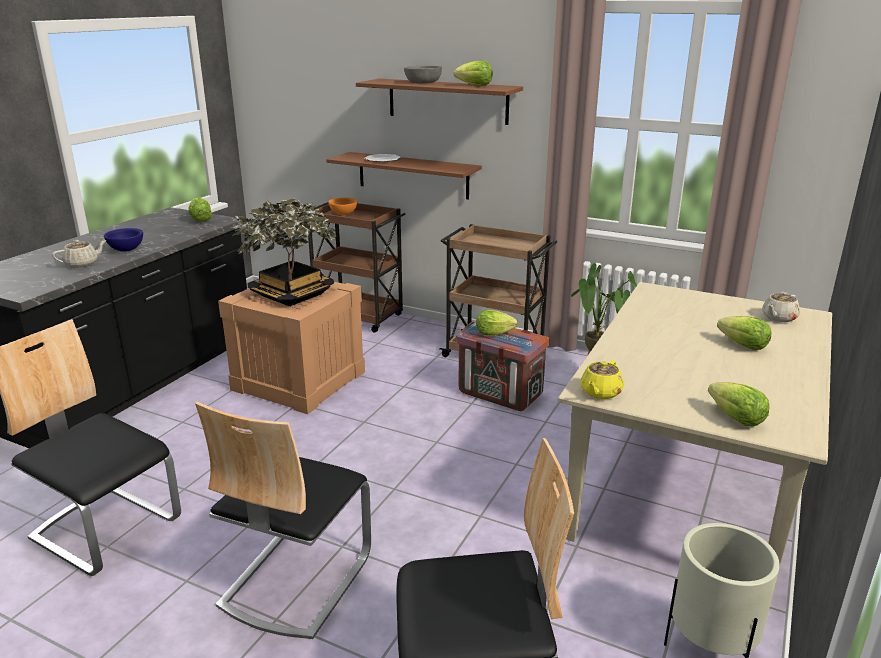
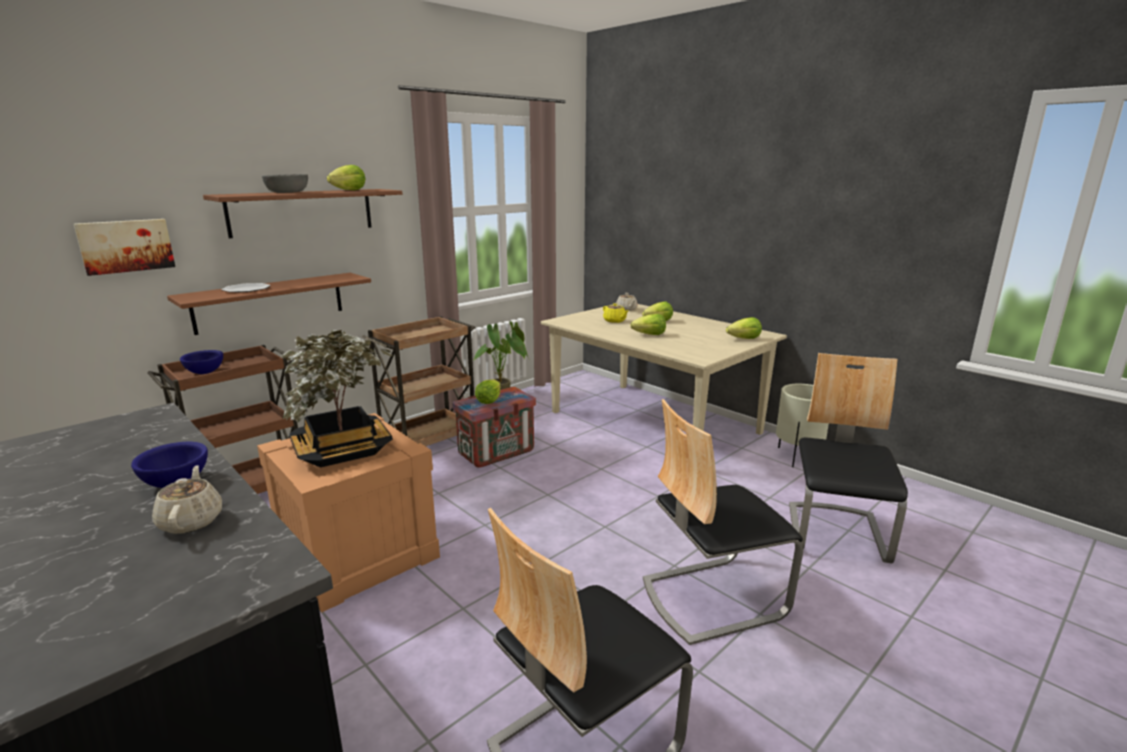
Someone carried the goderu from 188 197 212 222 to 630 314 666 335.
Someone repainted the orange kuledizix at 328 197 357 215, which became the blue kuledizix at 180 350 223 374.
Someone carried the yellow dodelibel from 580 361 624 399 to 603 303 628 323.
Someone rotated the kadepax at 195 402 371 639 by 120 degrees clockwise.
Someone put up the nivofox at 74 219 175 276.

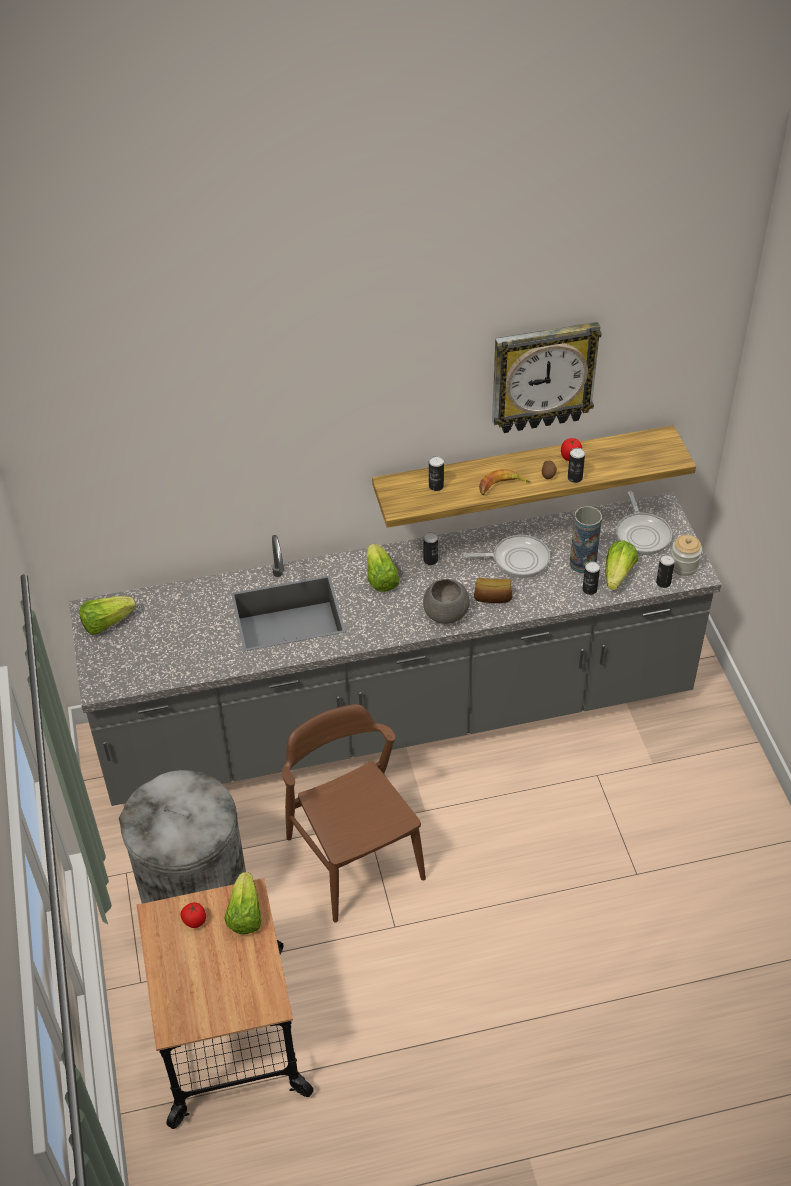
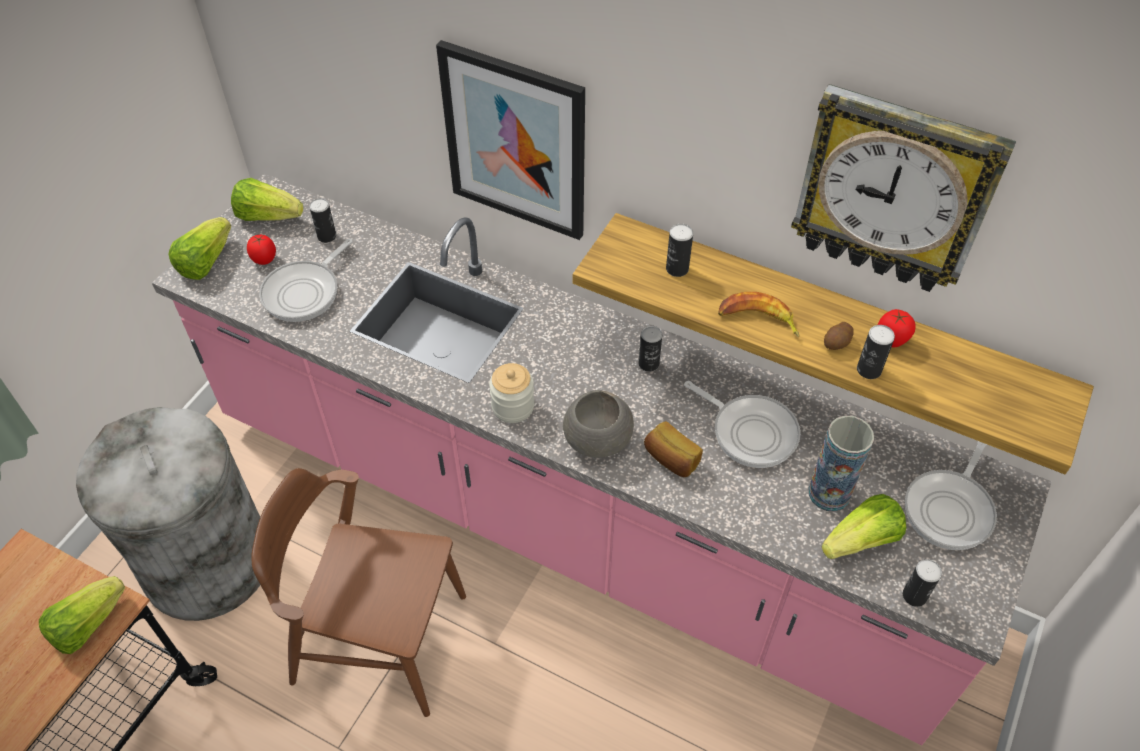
Someone repainted the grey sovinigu at 69 493 722 806, which became the pink sovinigu at 152 174 1052 745.
Someone carried the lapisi from 671 535 702 576 to 489 363 534 423.
Someone carried the goderu from 366 544 399 592 to 168 217 232 280.
Someone carried the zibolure from 583 561 600 595 to 309 198 336 243.
Someone rotated the brown kadepax at 282 704 426 923 by 90 degrees counterclockwise.
Someone carried the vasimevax from 180 902 206 928 to 247 235 276 265.
Someone put up the nivofox at 436 40 585 240.
Someone put down the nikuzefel at 259 239 353 322.

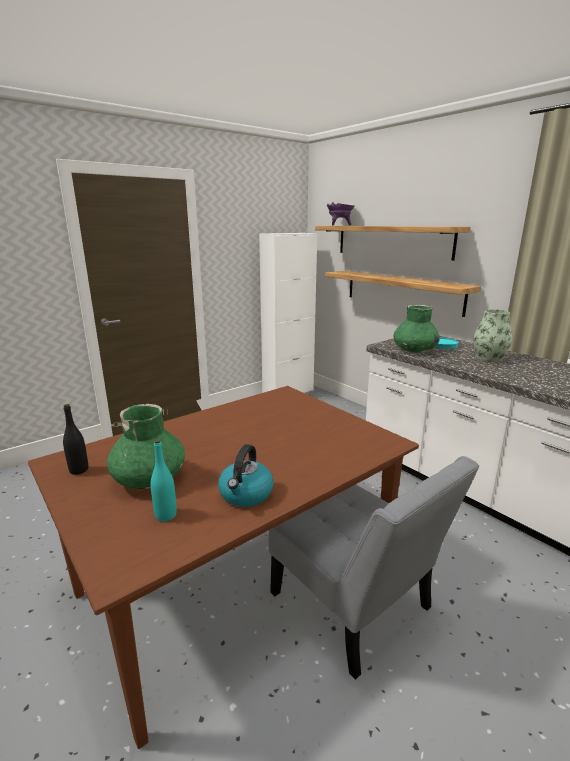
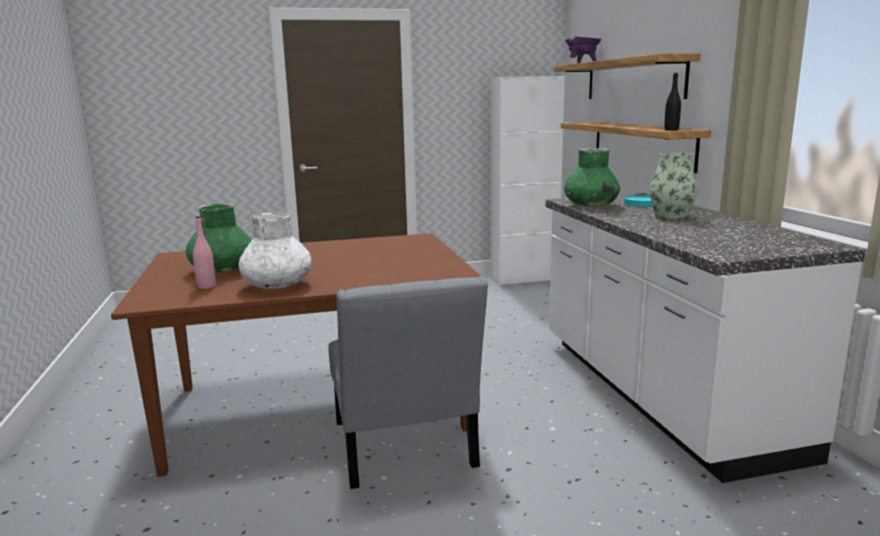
Someone carried the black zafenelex from 63 404 88 475 to 664 73 681 131.
Someone repainted the turquoise zafenelex at 151 439 177 522, which became the pink zafenelex at 193 216 216 289.
Someone swapped the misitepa at 218 444 274 507 for the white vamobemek at 238 212 312 289.

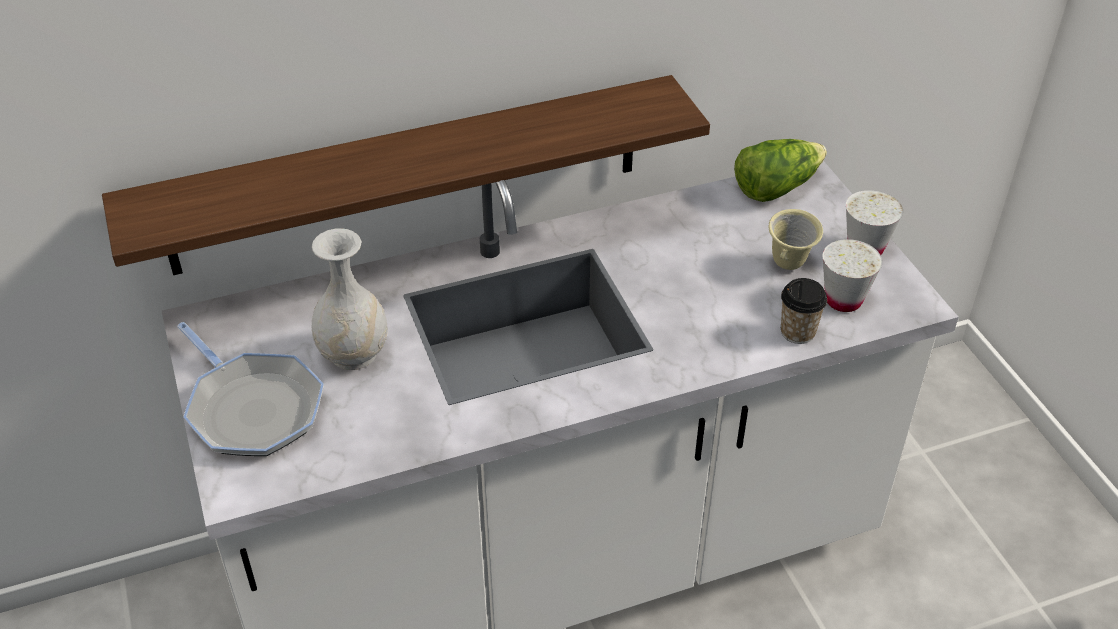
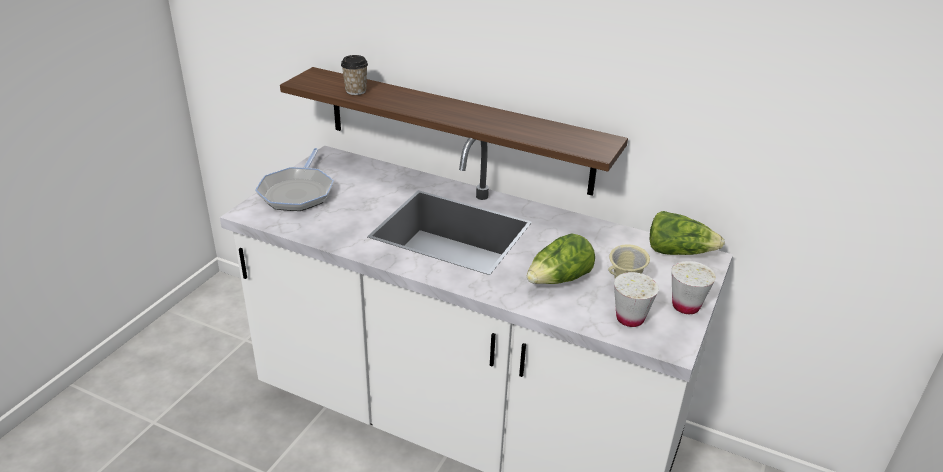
Someone took away the white vamobemek at 312 228 388 370.
Someone carried the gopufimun from 781 278 827 344 to 341 55 368 95.
Someone put down the goderu at 527 233 595 284.

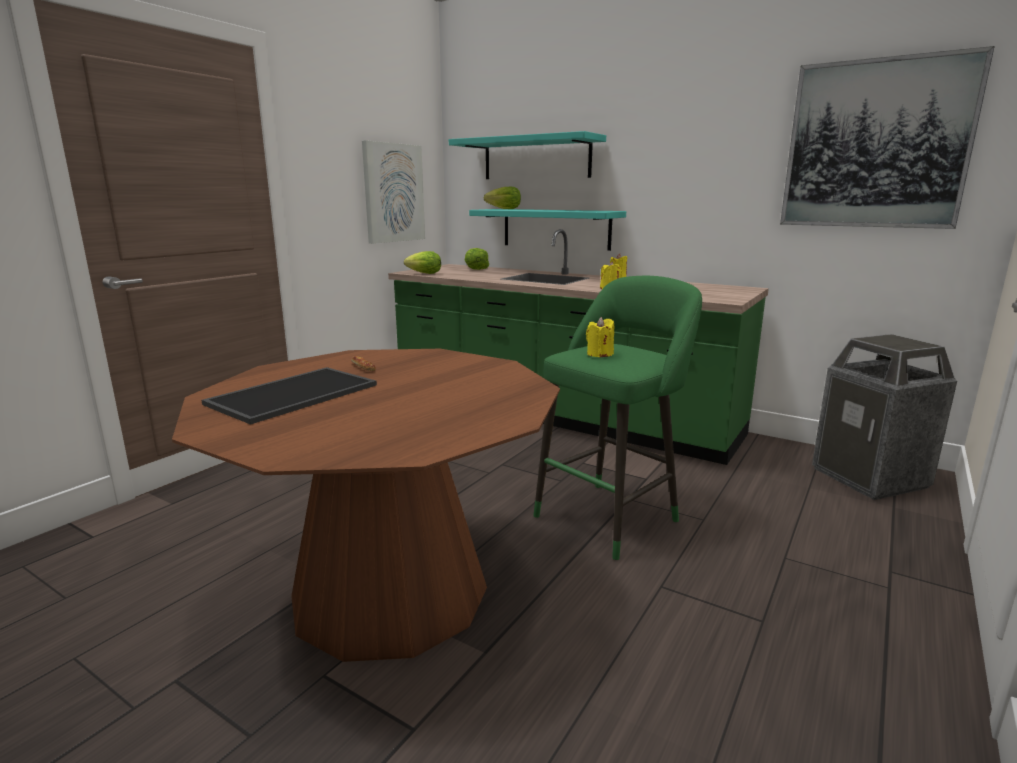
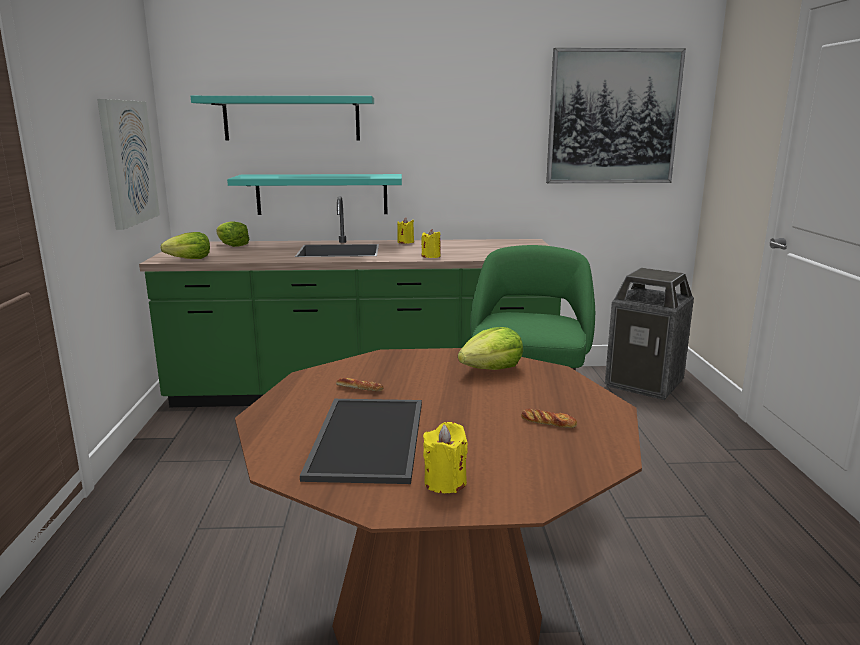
Someone carried the goderu from 484 187 521 209 to 458 327 523 370.
Someone carried the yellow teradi from 586 317 614 357 to 423 422 468 493.
Someone put down the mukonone at 521 408 577 428.

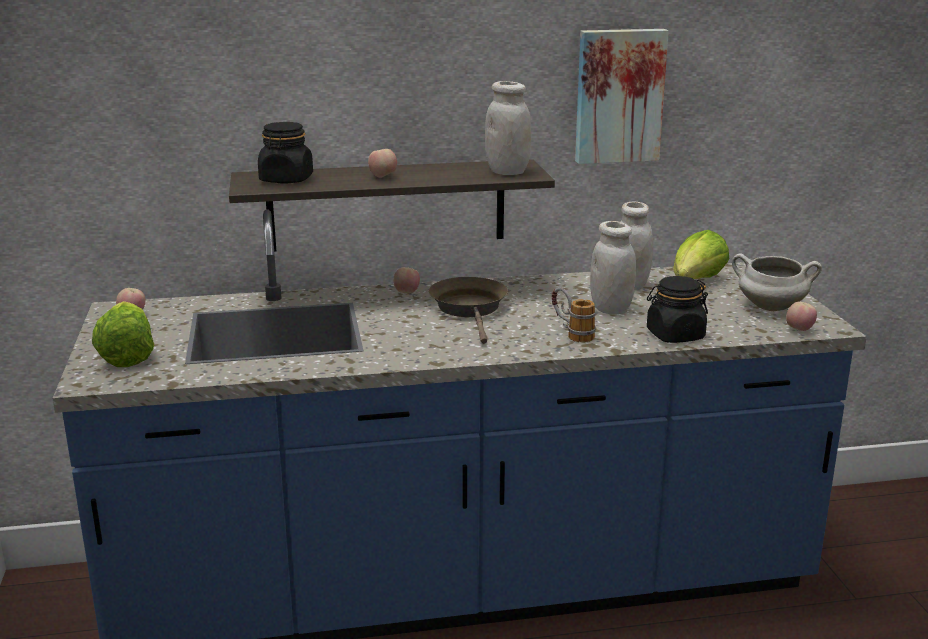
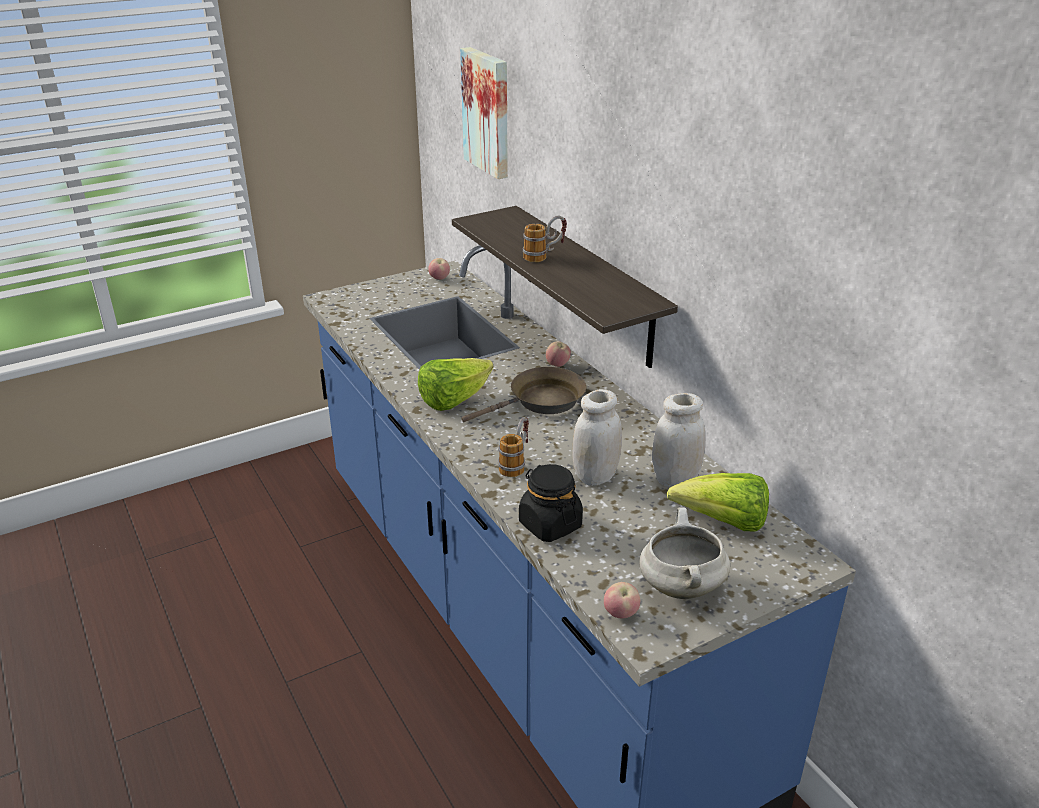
Someone carried the nivofox from 575 29 669 164 to 460 47 508 179.
Someone took away the white lapisi at 485 81 531 175.
Someone took away the black lapisi at 258 122 313 184.
Someone swapped the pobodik at 368 149 397 178 for the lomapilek at 523 216 567 262.
Someone carried the goderu from 92 301 154 367 to 418 358 493 411.

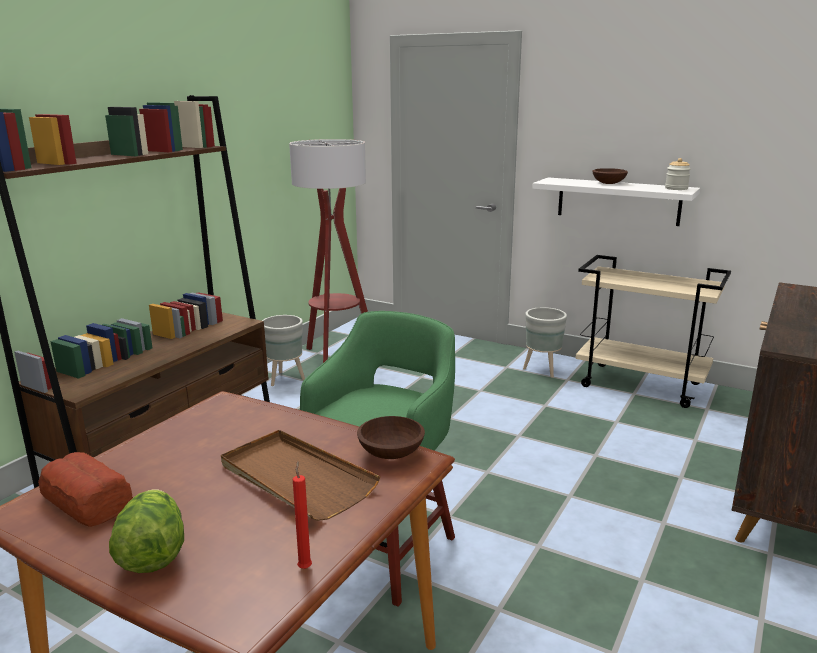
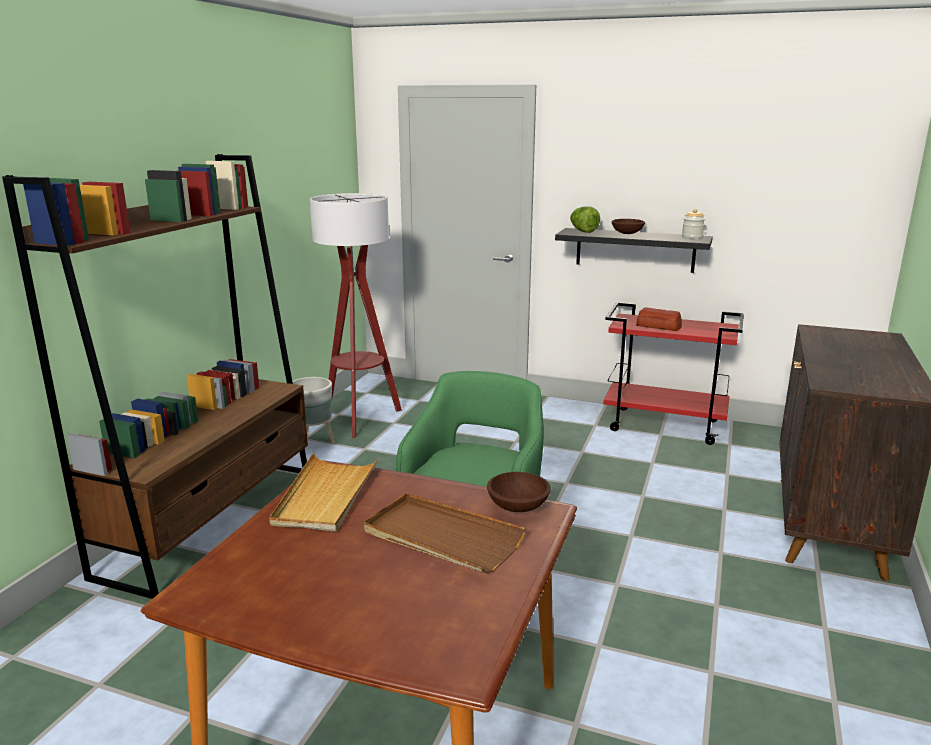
Someone repainted the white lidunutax at 532 177 700 226, which became the black lidunutax at 555 228 713 273.
Someone repainted the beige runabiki at 575 255 731 408, which became the red runabiki at 604 302 744 445.
Someone took away the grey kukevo at 523 307 567 378.
Someone carried the mukonone from 38 452 133 527 to 636 307 682 331.
Someone took away the red teradi at 293 461 312 569.
Someone carried the goderu from 109 489 184 573 to 570 206 600 233.
Someone put down the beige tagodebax at 269 453 379 532.

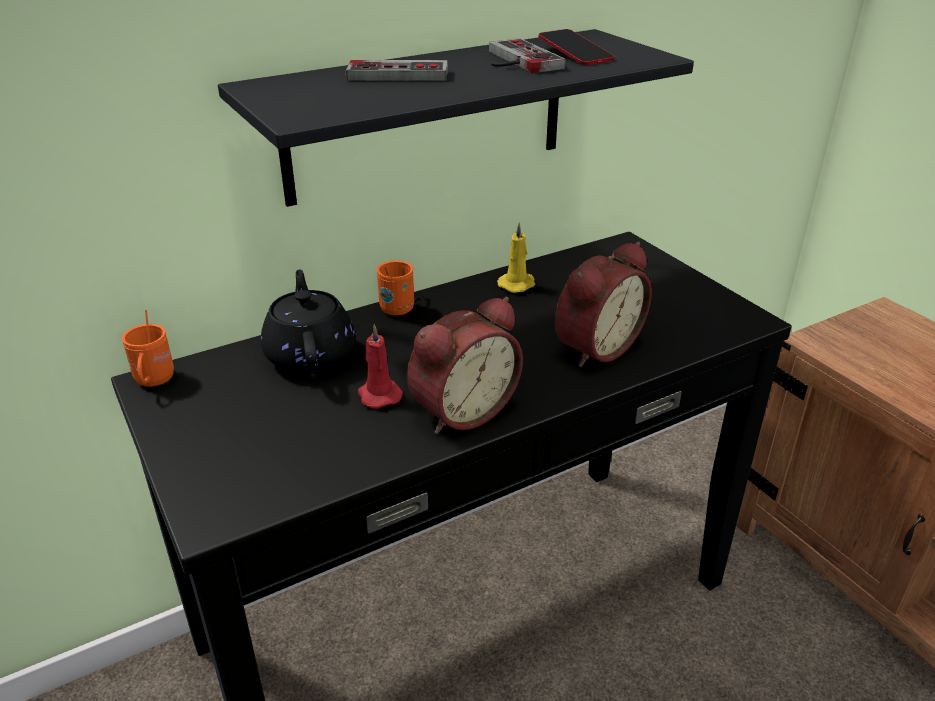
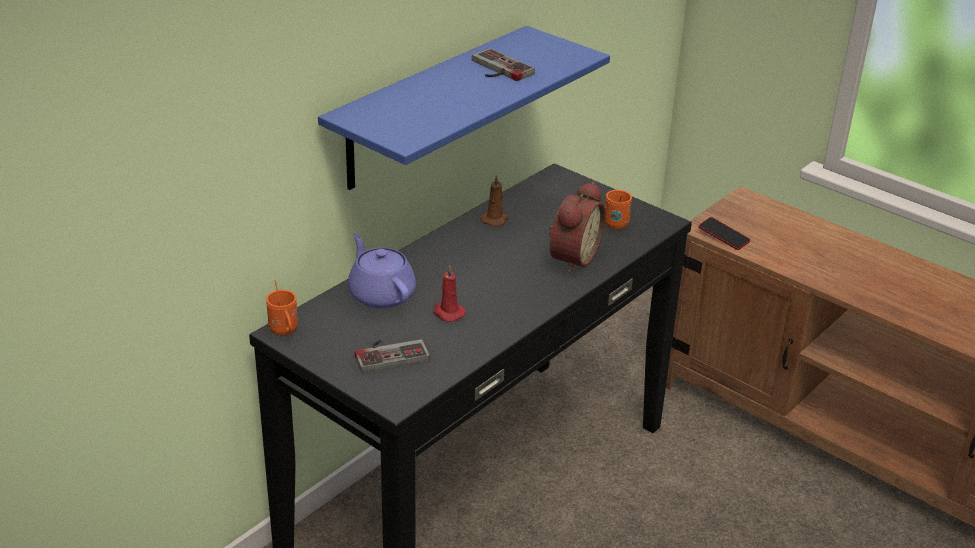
Someone repainted the black lidunutax at 218 29 694 207, which became the blue lidunutax at 318 26 610 190.
Someone carried the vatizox from 538 29 615 65 to 699 217 750 250.
Someone carried the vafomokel from 346 60 448 81 to 355 339 430 373.
Someone repainted the yellow teradi at 497 222 535 293, which became the brown teradi at 480 175 509 227.
Someone carried the orange lomapilek from 377 261 414 315 to 605 190 632 229.
Someone repainted the black dodelibel at 261 269 355 374, which became the purple dodelibel at 348 234 416 309.
Someone took away the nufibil at 407 297 523 434.

